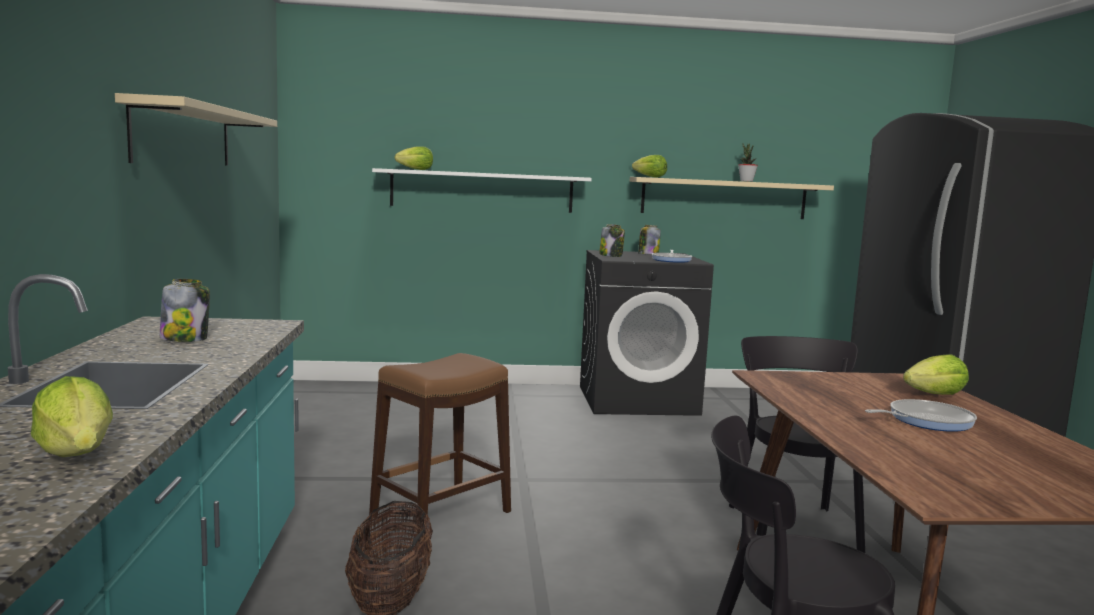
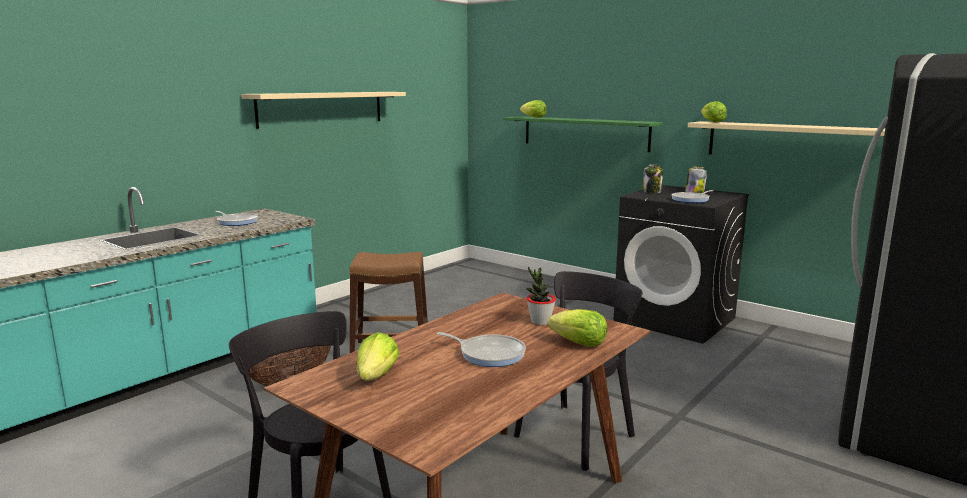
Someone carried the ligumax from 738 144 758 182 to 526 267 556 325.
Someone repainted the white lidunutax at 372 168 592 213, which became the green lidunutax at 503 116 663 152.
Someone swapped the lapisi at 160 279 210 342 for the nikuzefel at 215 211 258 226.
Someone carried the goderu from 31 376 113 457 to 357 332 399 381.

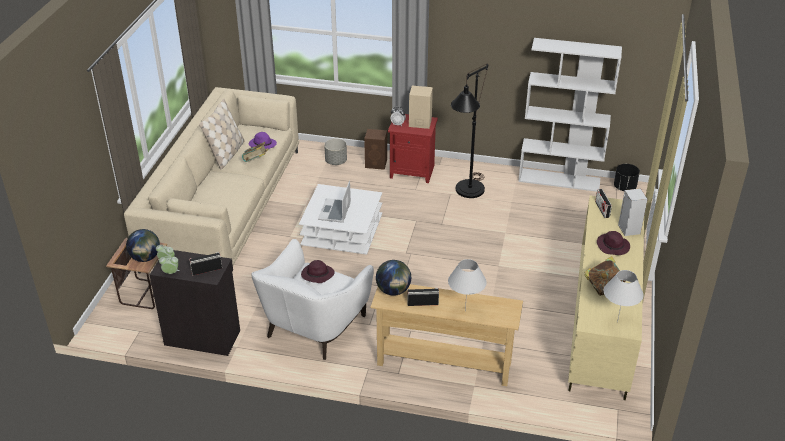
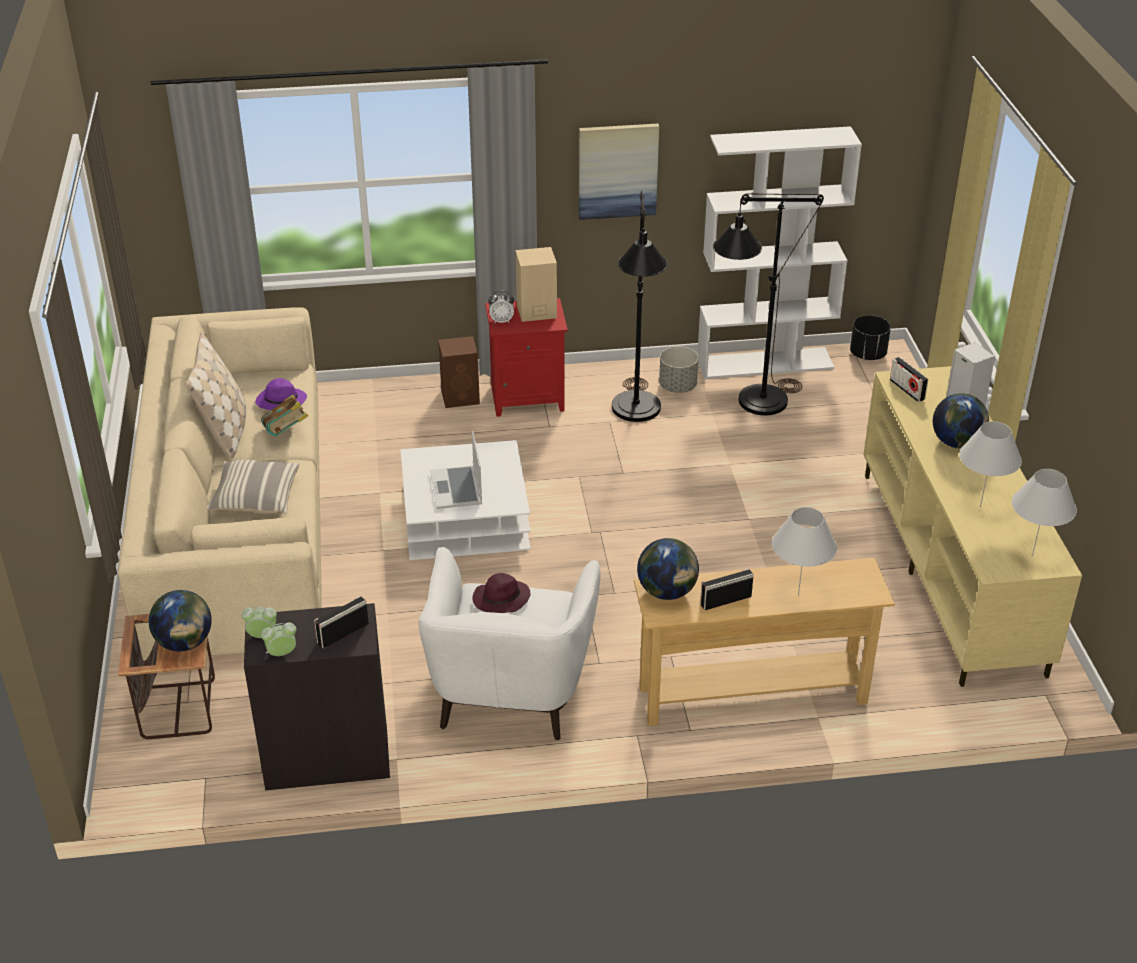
Someone carried the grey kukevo from 324 138 347 165 to 659 346 699 393.
Someone swapped the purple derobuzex at 597 231 630 255 for the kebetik at 933 393 989 448.
Someone swapped the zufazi at 584 256 626 296 for the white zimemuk at 959 421 1022 507.
Someone put up the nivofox at 579 124 659 220.
Someone put down the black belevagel at 713 193 824 415.
Someone put down the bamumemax at 207 460 299 514.

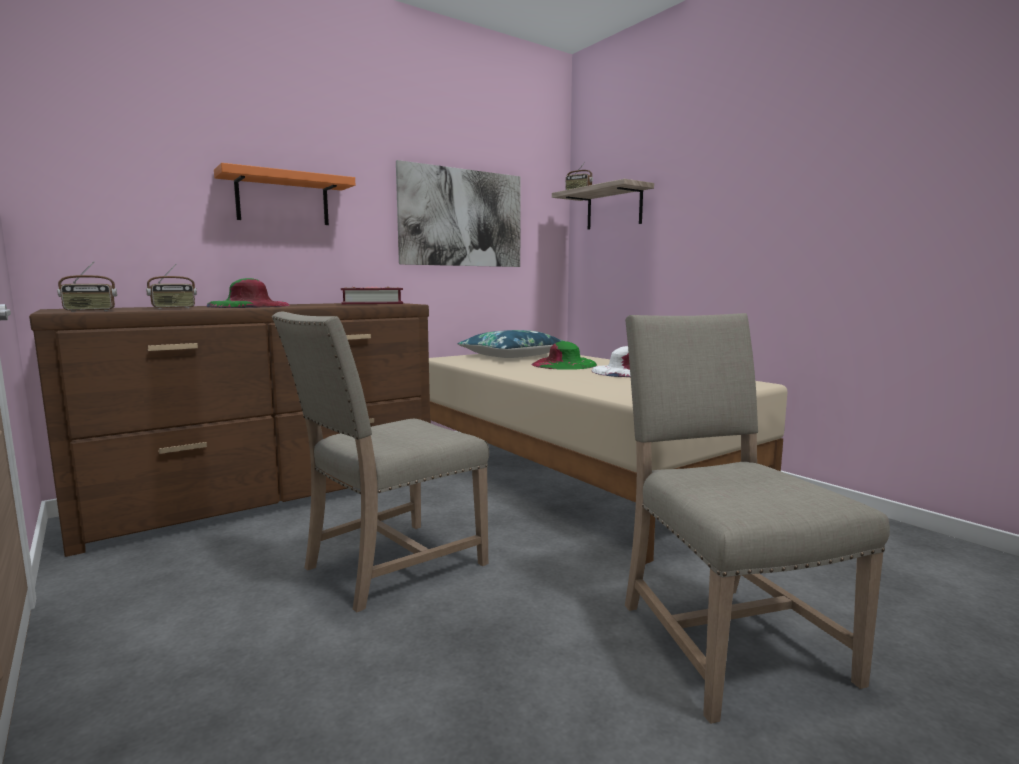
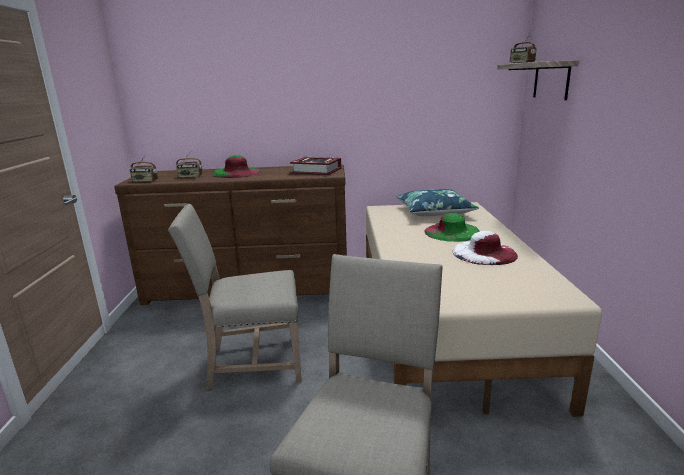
Someone took away the nivofox at 396 160 521 267.
Someone took away the orange lidunutax at 214 163 355 225.

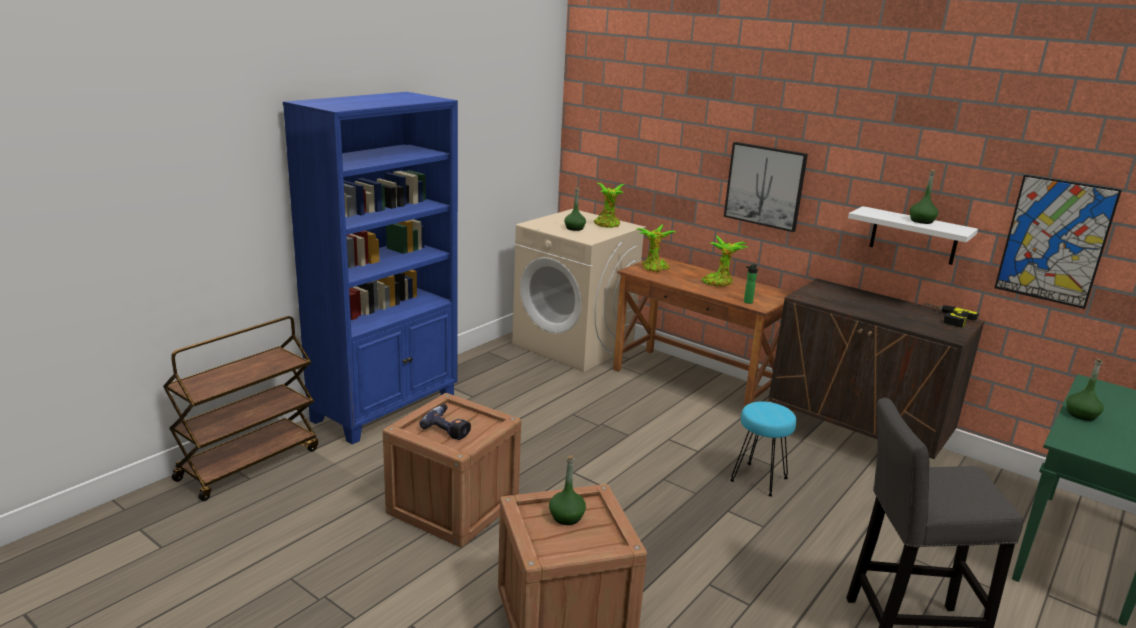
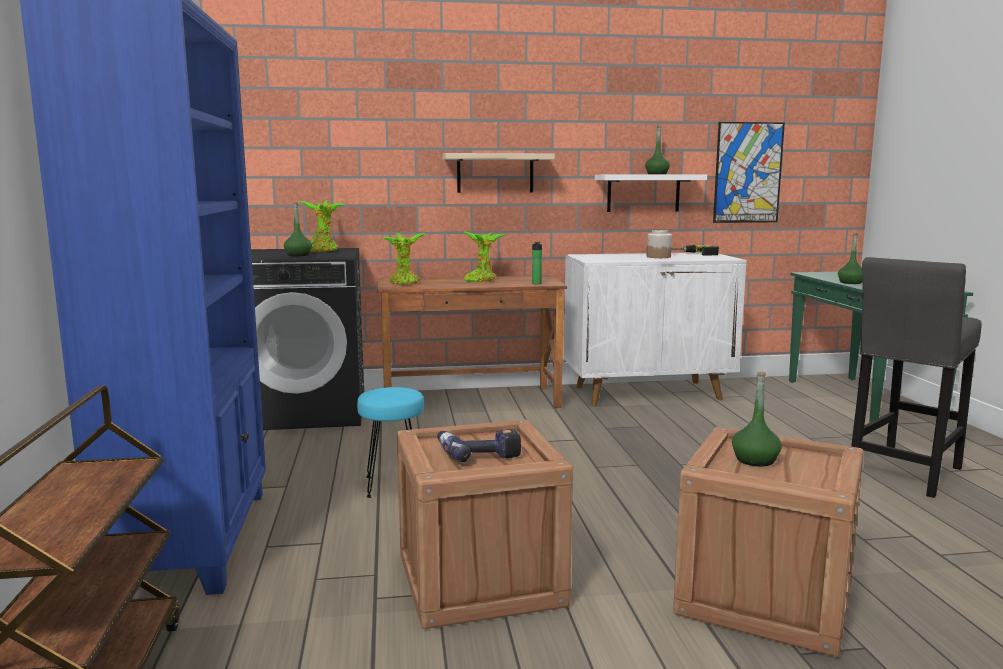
Someone swapped the nivofox at 724 142 808 232 for the beige lidunutax at 443 153 555 193.
Someone repainted the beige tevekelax at 512 209 646 372, which became the black tevekelax at 251 248 364 430.
Someone repainted the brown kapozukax at 768 278 985 459, which became the white kapozukax at 564 252 747 406.
Someone carried the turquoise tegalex from 730 402 796 497 to 357 387 424 498.
Someone put down the lapisi at 647 230 672 258.

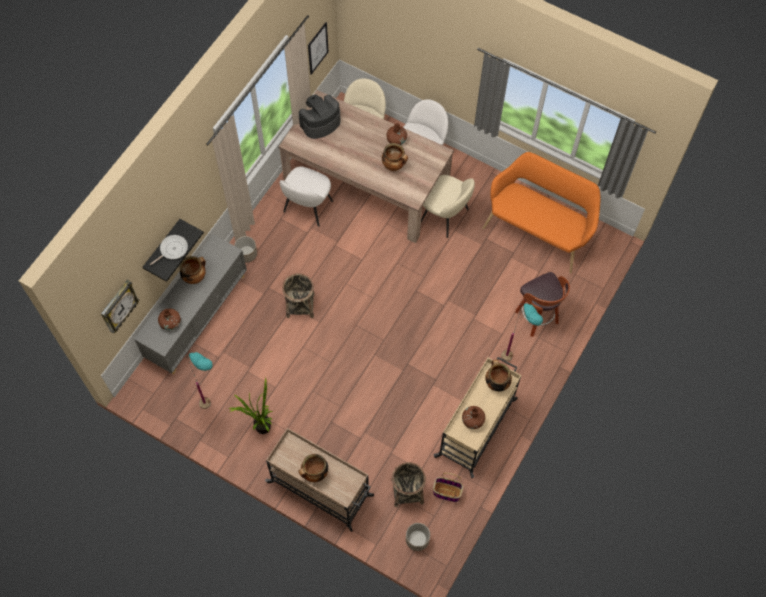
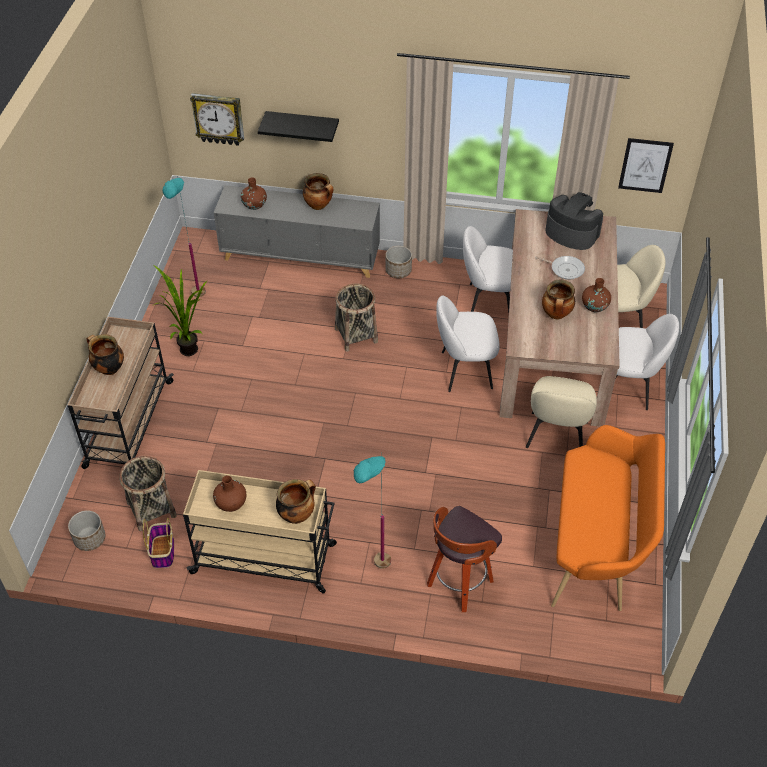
Someone carried the nikuzefel from 150 235 188 265 to 535 256 585 280.
Someone put down the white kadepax at 436 296 500 392.

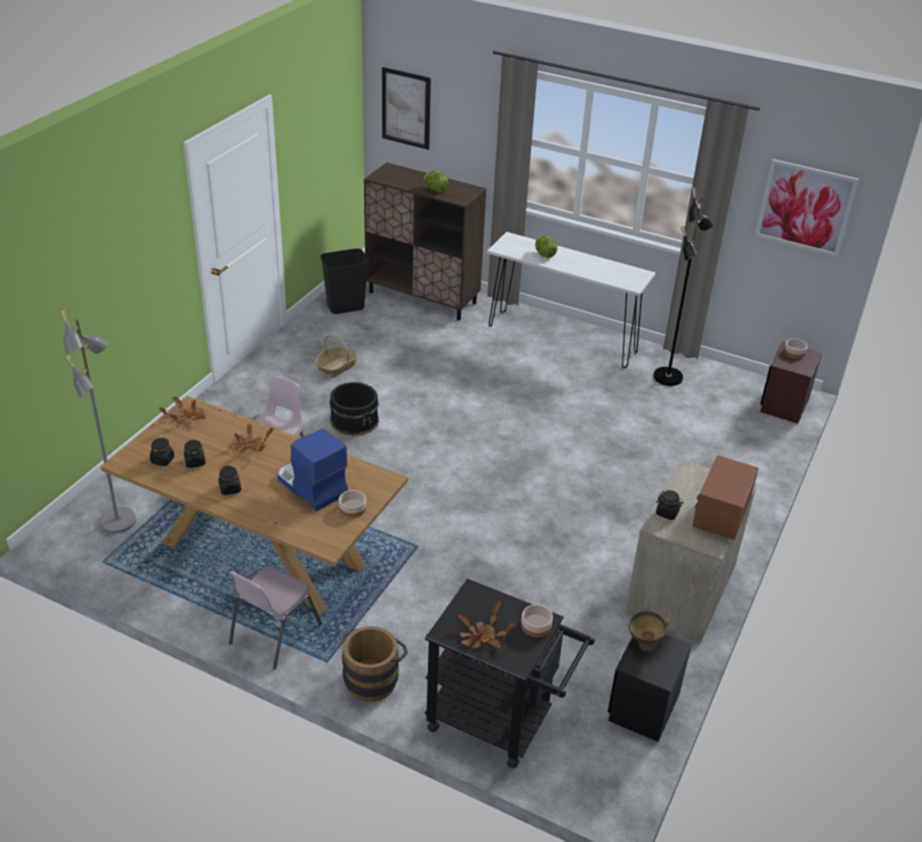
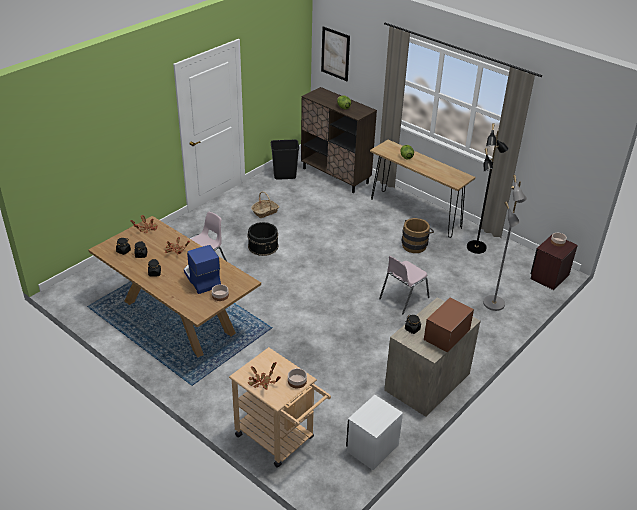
Someone took away the nivofox at 755 159 859 257.
Someone repainted the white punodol at 487 232 656 368, which became the brown punodol at 370 140 475 238.
Someone carried the grey belevagel from 61 309 136 534 to 483 175 527 311.
Someone carried the pink kadepax from 229 566 322 669 to 379 256 430 315.
Someone repainted the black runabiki at 425 579 595 768, which became the beige runabiki at 229 347 331 468.
Someone took away the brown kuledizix at 628 611 669 652.
Someone carried the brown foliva from 342 626 408 702 to 402 218 434 253.
Someone repainted the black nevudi at 608 634 692 742, which became the white nevudi at 346 395 403 470.

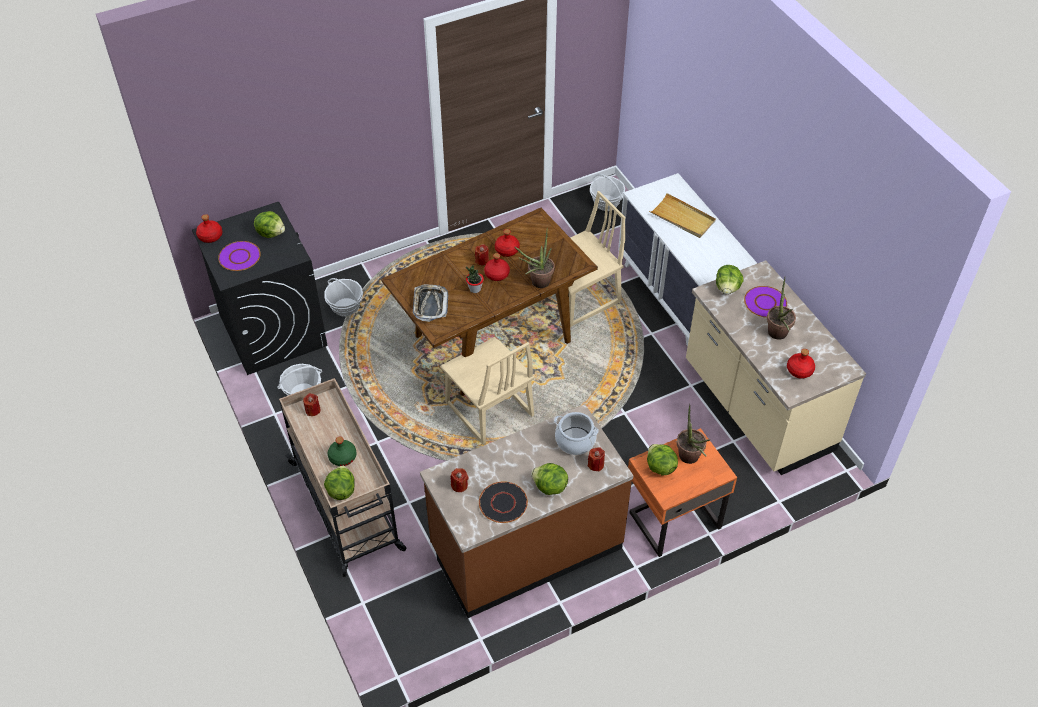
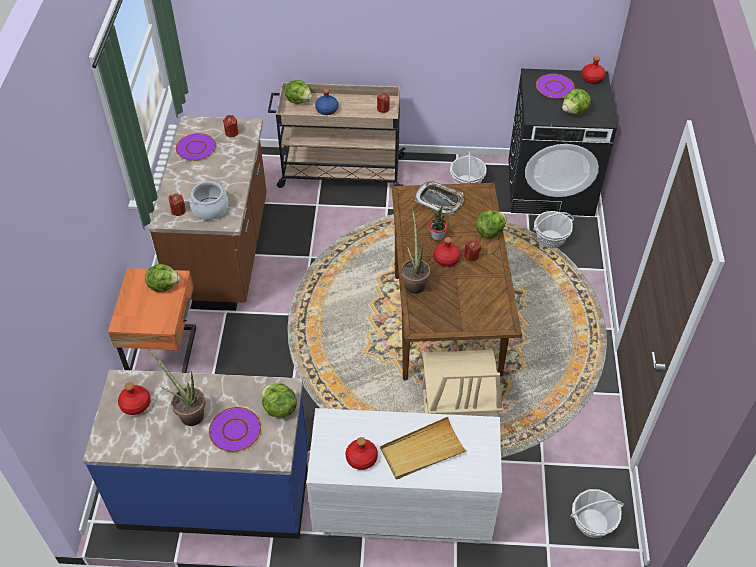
Someone carried the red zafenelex from 495 229 520 257 to 346 437 378 470.
Someone repainted the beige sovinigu at 686 260 866 475, which became the blue sovinigu at 83 369 308 539.
Someone took away the beige kadepax at 440 337 534 445.
Someone took away the ligumax at 677 404 711 464.
Someone repainted the green zafenelex at 328 437 356 466, which became the blue zafenelex at 315 88 338 115.
Someone carried the goderu from 531 463 568 495 to 476 210 507 238.
Someone repainted the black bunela at 479 481 528 523, which became the purple bunela at 176 133 216 161.

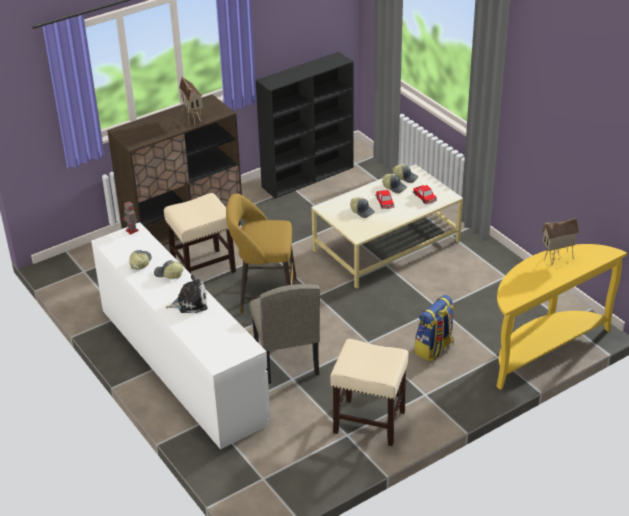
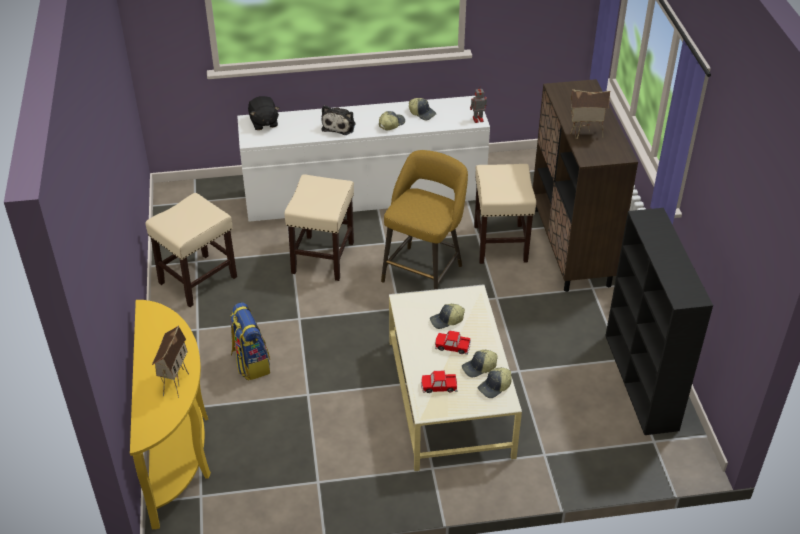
Someone swapped the beige kadepax at 249 284 320 384 for the beige tegalex at 284 174 354 281.
Someone put down the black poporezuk at 248 96 279 130.

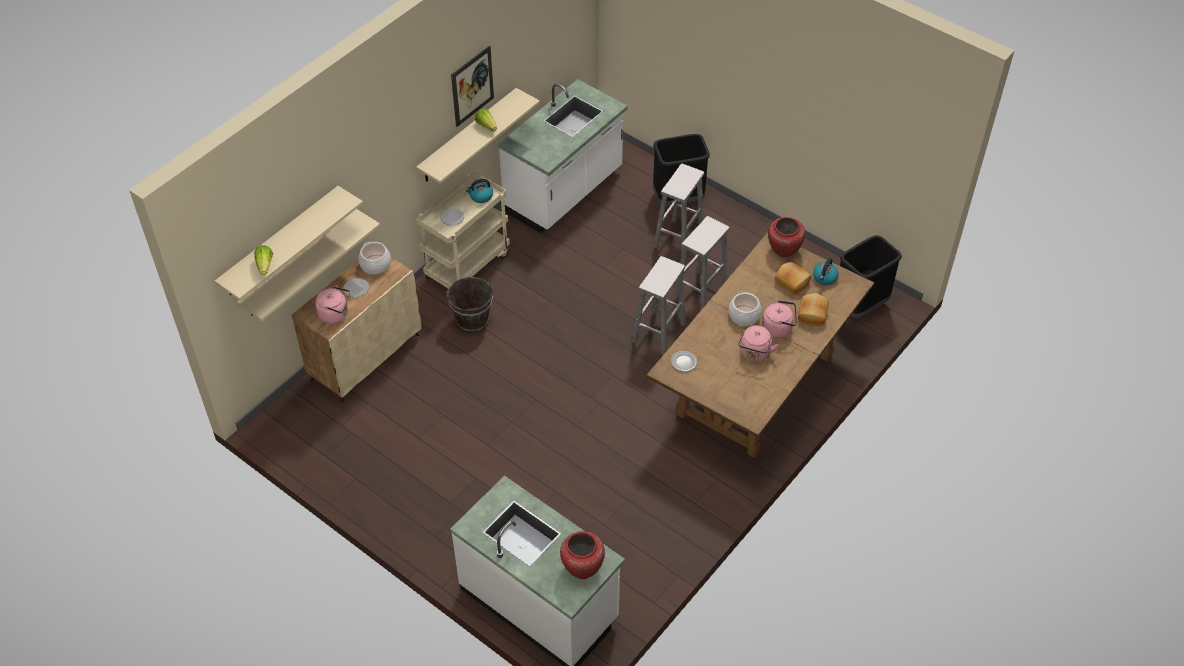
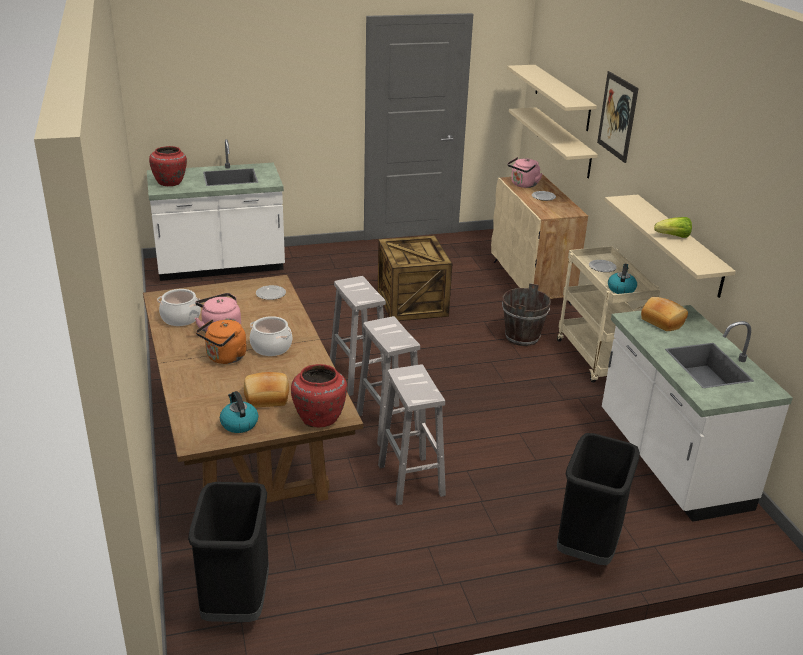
Someone carried the nivofox from 451 45 494 127 to 597 71 639 163.
Someone carried the white tegalex from 653 163 704 257 to 330 276 386 396.
Someone carried the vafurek from 359 242 391 274 to 157 289 201 326.
Someone took away the goderu at 254 245 273 275.
Someone carried the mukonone from 798 293 829 326 to 641 297 688 331.
Someone repainted the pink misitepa at 762 300 797 338, which became the orange misitepa at 196 319 247 364.
Someone put down the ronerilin at 378 235 452 321.

